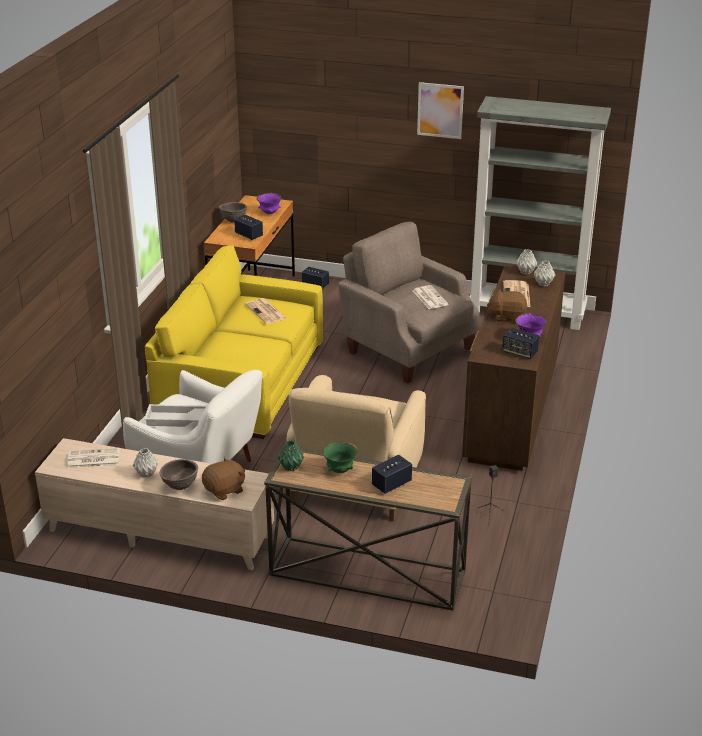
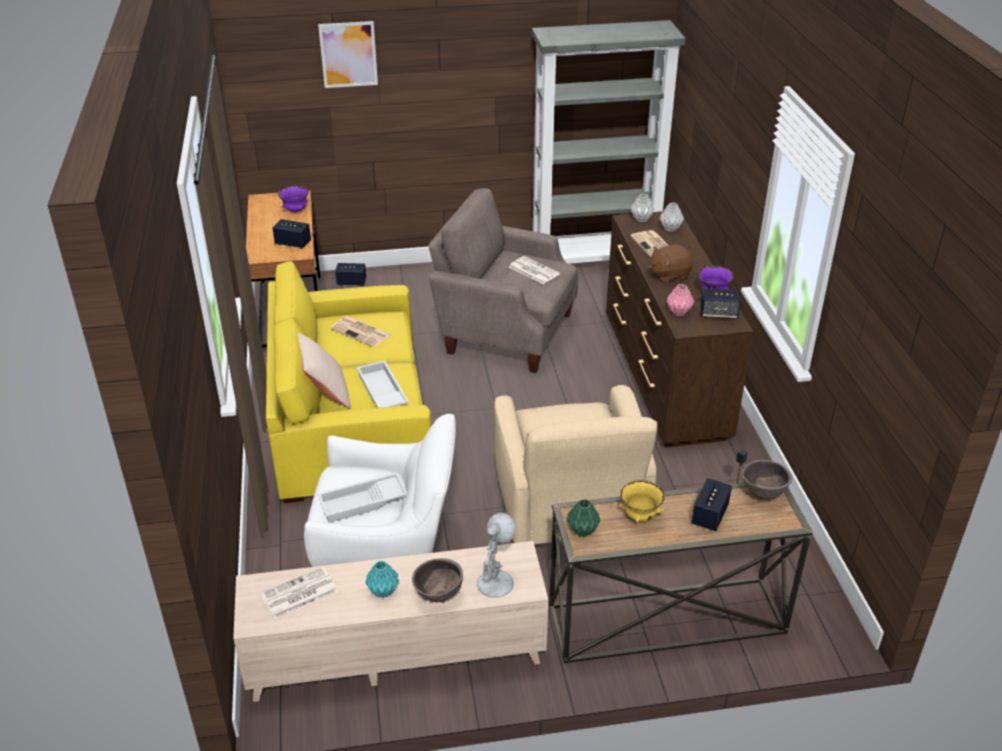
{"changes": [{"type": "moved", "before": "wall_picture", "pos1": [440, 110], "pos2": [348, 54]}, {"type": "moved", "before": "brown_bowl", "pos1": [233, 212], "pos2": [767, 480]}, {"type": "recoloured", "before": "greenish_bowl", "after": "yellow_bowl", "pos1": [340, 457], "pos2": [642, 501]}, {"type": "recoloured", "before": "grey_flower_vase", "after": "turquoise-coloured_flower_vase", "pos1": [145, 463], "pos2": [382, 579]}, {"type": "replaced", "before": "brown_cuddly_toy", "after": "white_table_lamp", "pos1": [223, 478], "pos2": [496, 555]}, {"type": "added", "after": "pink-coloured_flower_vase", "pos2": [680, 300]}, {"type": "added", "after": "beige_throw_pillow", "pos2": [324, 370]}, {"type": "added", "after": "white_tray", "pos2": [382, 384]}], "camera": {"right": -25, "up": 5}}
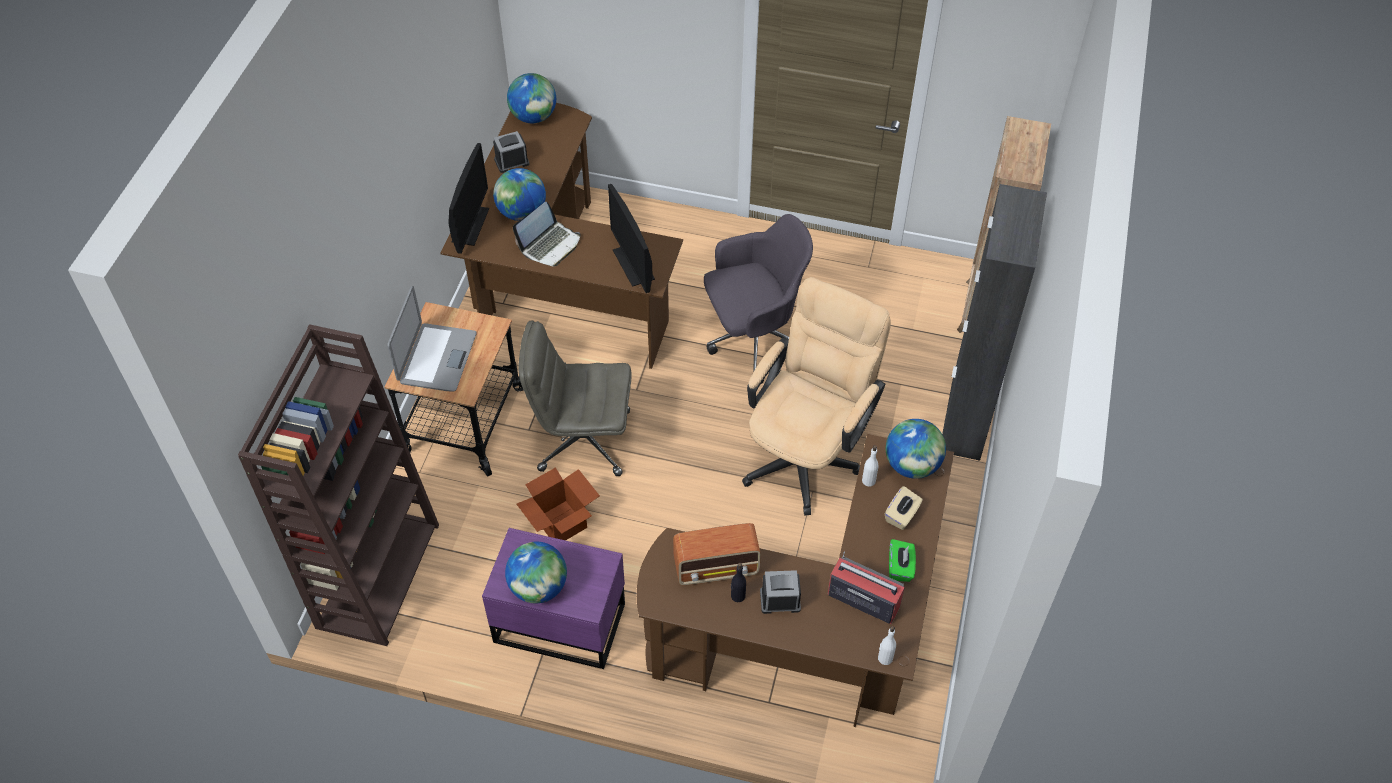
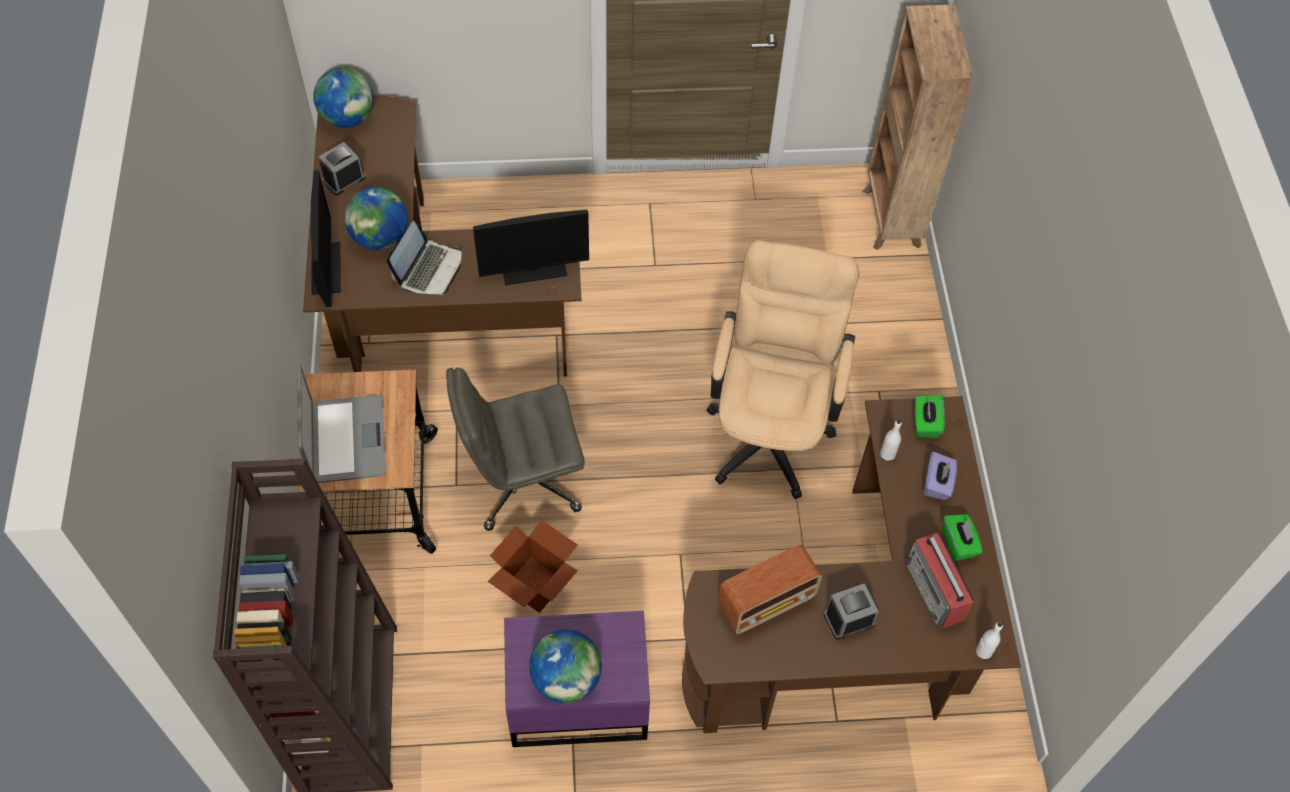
{"changes": [{"type": "turned", "before": "monitor", "pos1": [631, 238], "pos2": [531, 247], "turn": -60}, {"type": "removed", "before": "black-coloured_storage_cabinet", "pos1": [994, 322]}, {"type": "removed", "before": "grey_computer_chair", "pos1": [758, 299]}, {"type": "replaced", "before": "world_globe", "after": "greenish_tissue_holder", "pos1": [916, 449], "pos2": [930, 416]}, {"type": "recoloured", "before": "beige_tissue_holder", "after": "purple_tissue_holder", "pos1": [904, 508], "pos2": [940, 476]}, {"type": "turned", "before": "radio", "pos1": [866, 587], "pos2": [939, 581], "turn": -120}, {"type": "removed", "before": "black-coloured_beverage_bottle", "pos1": [738, 582]}], "camera": {"right": -20, "up": 5}}
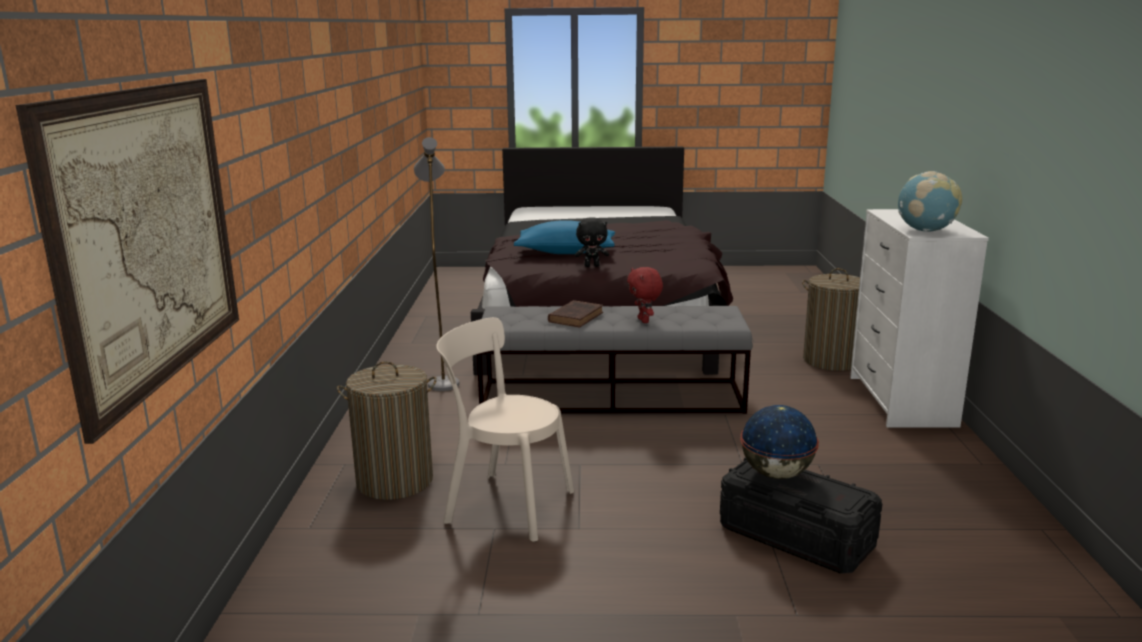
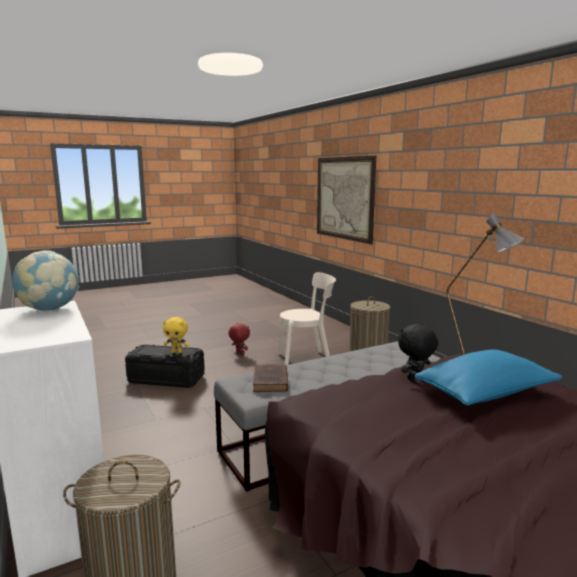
{"changes": [{"type": "moved", "before": "red_cuddly_toy", "pos1": [645, 295], "pos2": [239, 339]}, {"type": "moved", "before": "brown_book", "pos1": [575, 313], "pos2": [270, 378]}, {"type": "replaced", "before": "world_globe", "after": "yellow_cuddly_toy", "pos1": [779, 442], "pos2": [176, 335]}], "camera": {"right": 150, "up": -5}}
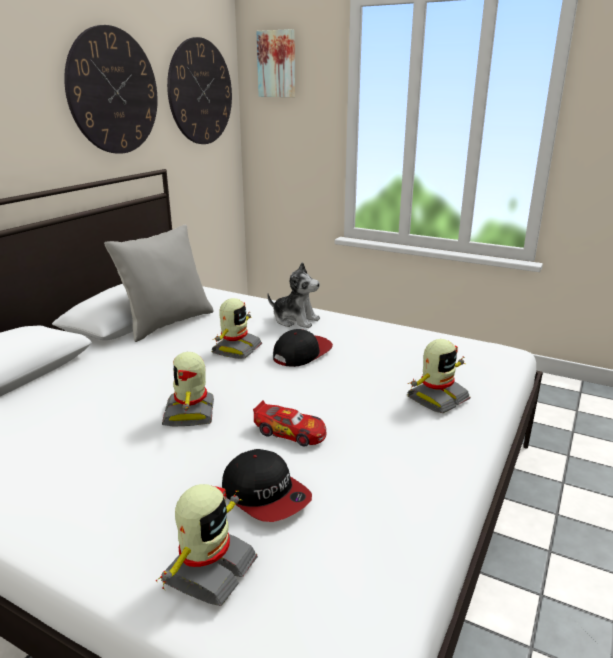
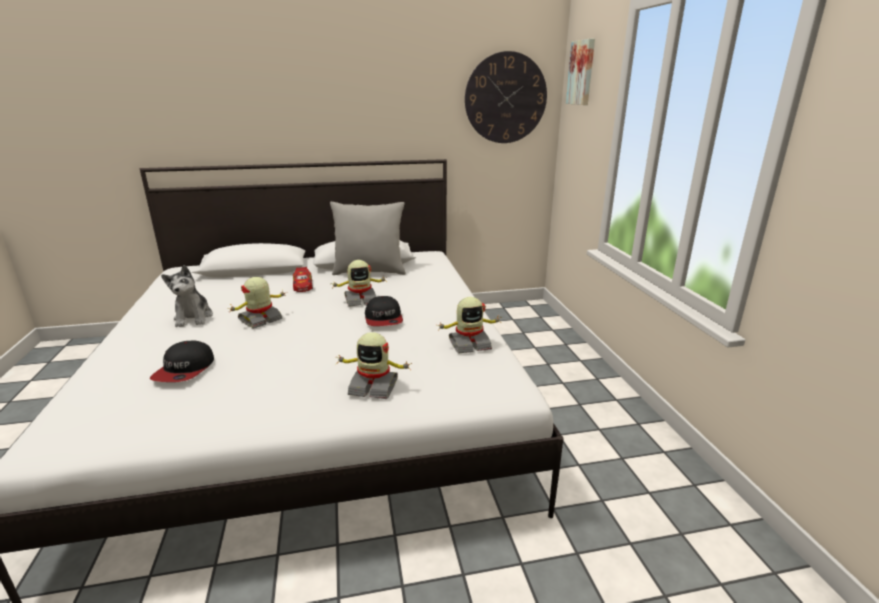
{"changes": [{"type": "removed", "before": "hanging_clock", "pos1": [111, 89]}, {"type": "moved", "before": "cuddly_toy", "pos1": [293, 295], "pos2": [187, 296]}, {"type": "turned", "before": "peaked_cap", "pos1": [303, 348], "pos2": [384, 311], "turn": 75}, {"type": "moved", "before": "model_car", "pos1": [289, 423], "pos2": [303, 279]}, {"type": "moved", "before": "robot_figure", "pos1": [207, 545], "pos2": [468, 325]}], "camera": {"right": 50, "up": 0}}
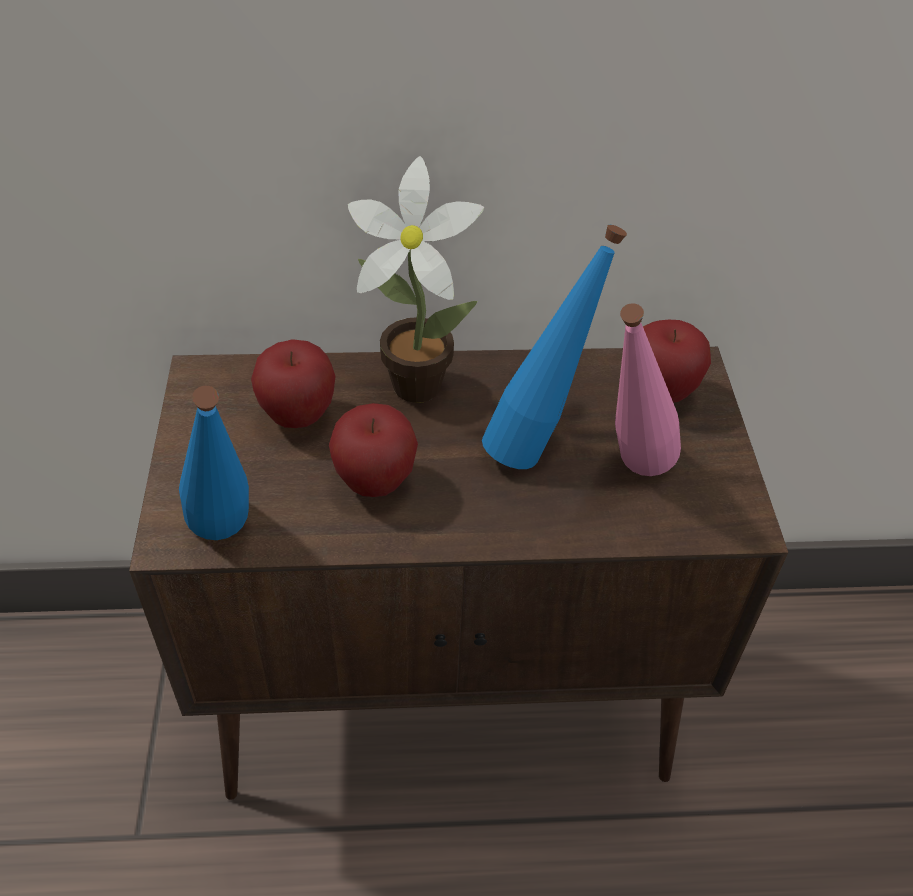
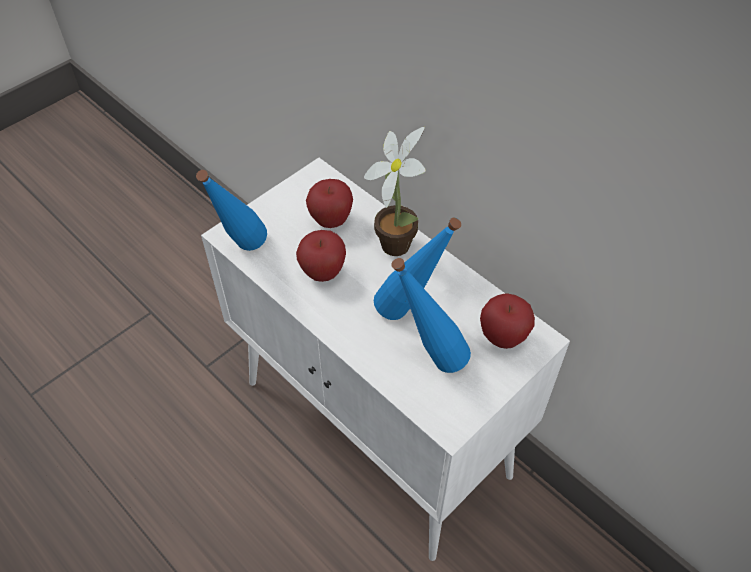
{"changes": [{"type": "recoloured", "before": "pink-coloured_beverage_bottle", "after": "bluish_beverage_bottle", "pos1": [648, 389], "pos2": [431, 315]}, {"type": "recoloured", "before": "brown_storage_cabinet", "after": "white_storage_cabinet", "pos1": [458, 573], "pos2": [385, 359]}], "camera": {"right": 50, "up": 5}}
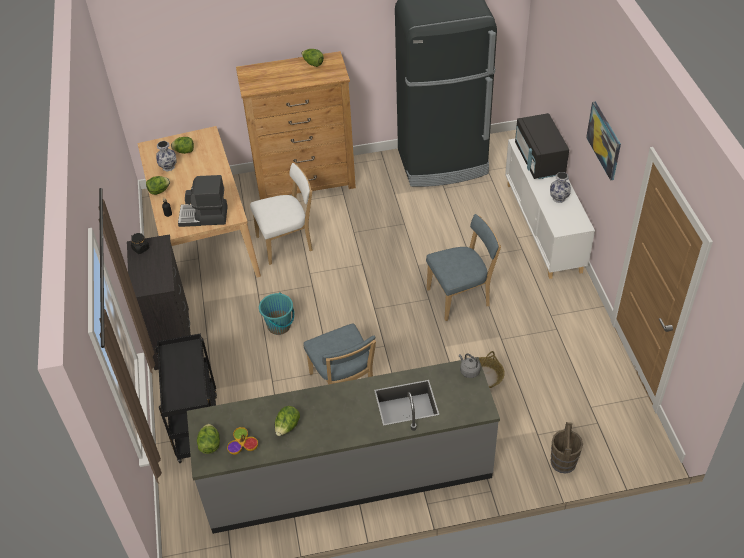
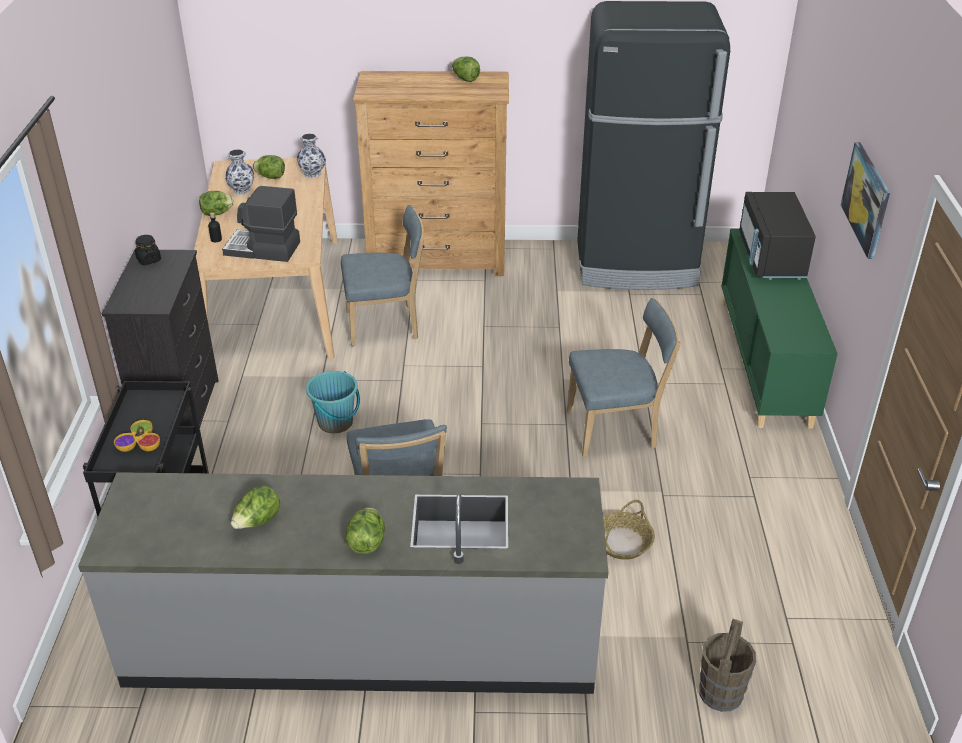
{"changes": [{"type": "recoloured", "before": "white_storage_cabinet", "after": "greenish_storage_cabinet", "pos1": [550, 209], "pos2": [779, 328]}, {"type": "recoloured", "before": "white_upright_chair", "after": "bluish_upright_chair", "pos1": [281, 214], "pos2": [382, 275]}, {"type": "moved", "before": "flower_vase", "pos1": [560, 187], "pos2": [311, 155]}, {"type": "removed", "before": "grey_kettle", "pos1": [470, 366]}, {"type": "moved", "before": "lettuce_head", "pos1": [208, 439], "pos2": [365, 531]}, {"type": "moved", "before": "bowl", "pos1": [242, 441], "pos2": [137, 436]}], "camera": {"right": 10, "up": -10}}
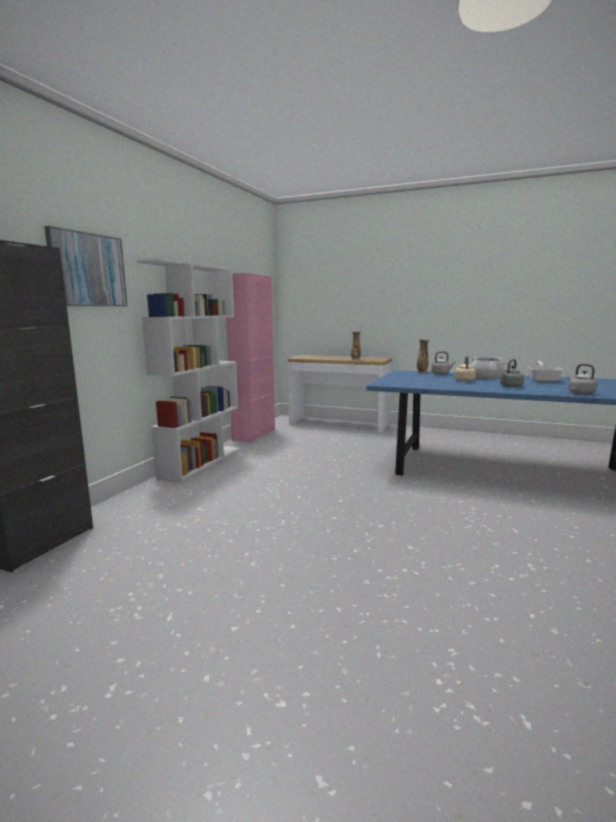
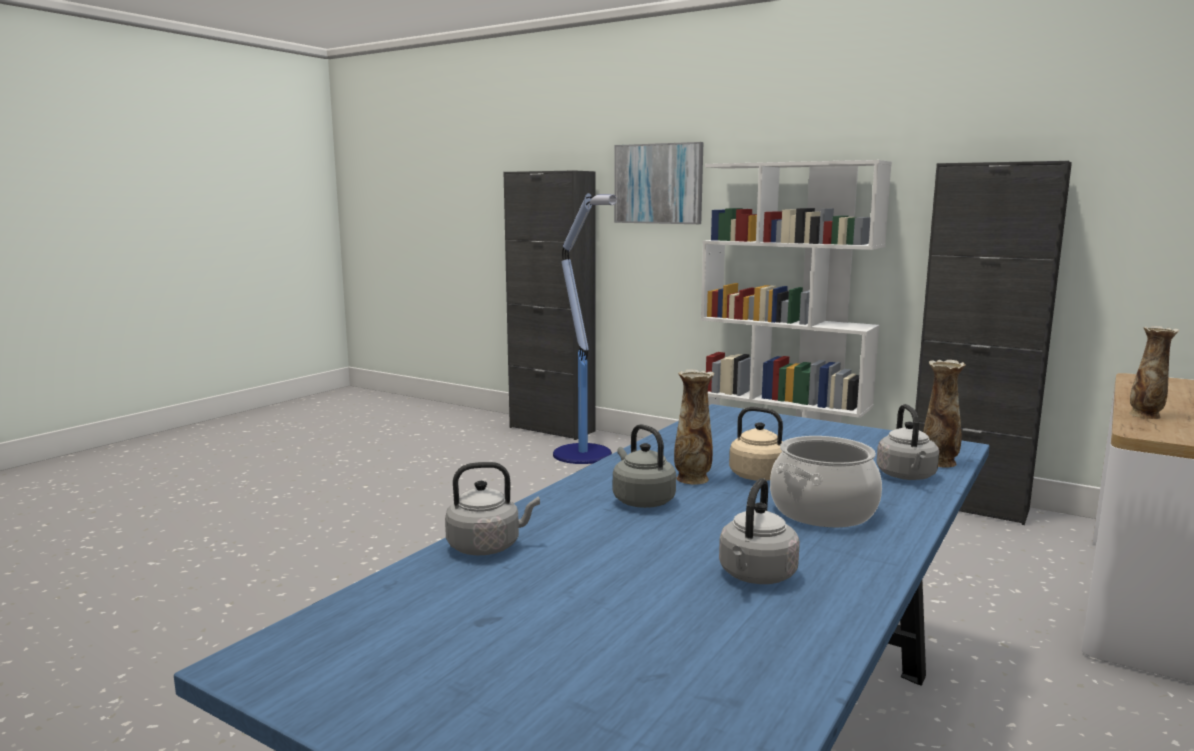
{"changes": [{"type": "recoloured", "before": "pink-coloured_storage_cabinet", "after": "black-coloured_storage_cabinet", "pos1": [250, 358], "pos2": [993, 343]}, {"type": "replaced", "before": "pan", "after": "grey_kettle", "pos1": [545, 371], "pos2": [759, 531]}, {"type": "added", "after": "standard_lamp", "pos2": [585, 328]}, {"type": "added", "after": "flower_vase", "pos2": [694, 426]}], "camera": {"right": 100, "up": 0}}
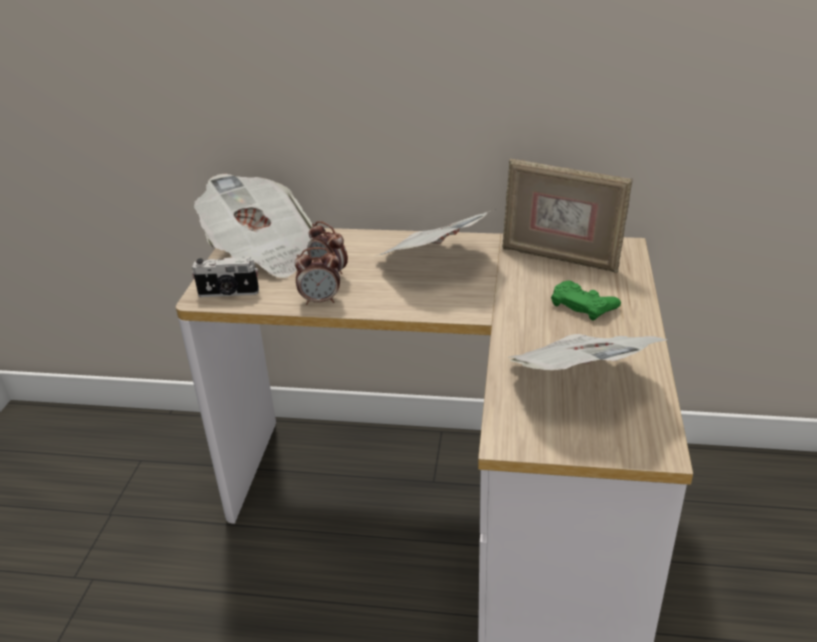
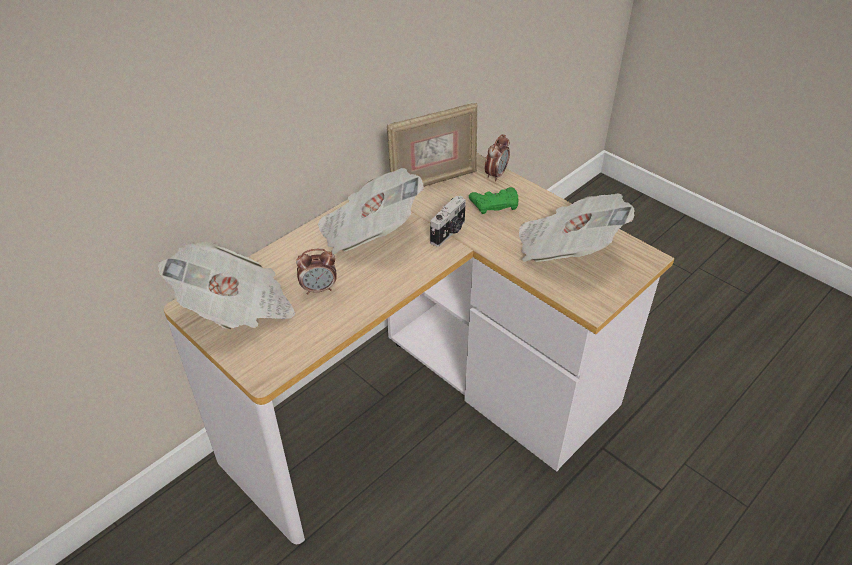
{"changes": [{"type": "moved", "before": "table_clock", "pos1": [317, 276], "pos2": [497, 158]}, {"type": "moved", "before": "photo_camera", "pos1": [225, 277], "pos2": [448, 221]}], "camera": {"right": -55, "up": 10}}
